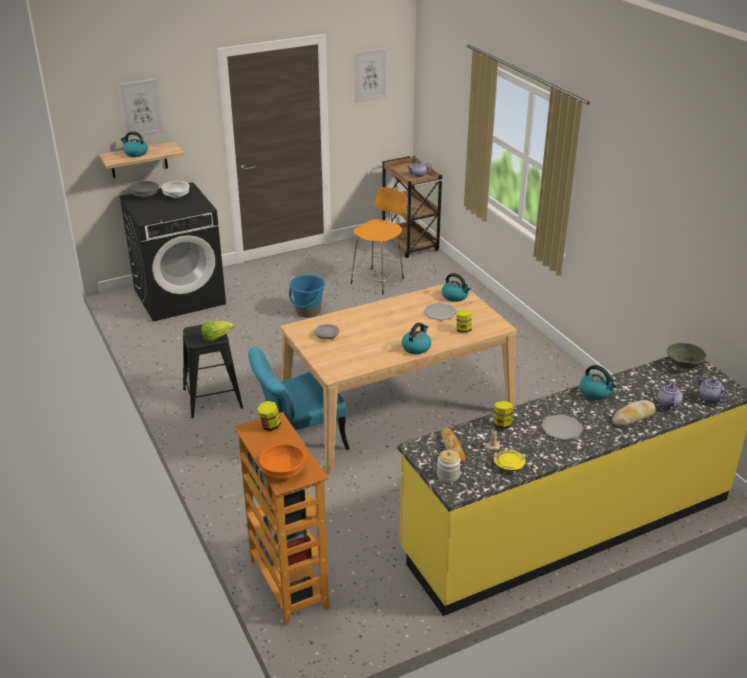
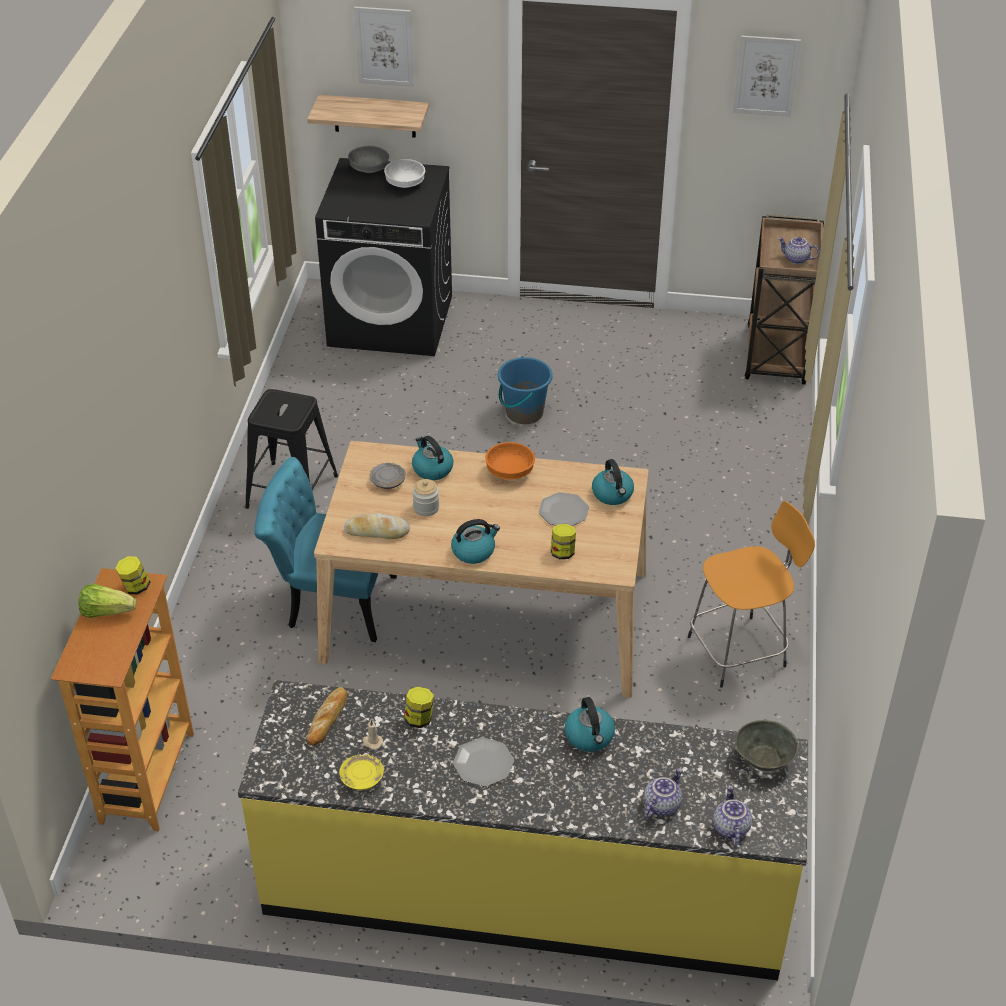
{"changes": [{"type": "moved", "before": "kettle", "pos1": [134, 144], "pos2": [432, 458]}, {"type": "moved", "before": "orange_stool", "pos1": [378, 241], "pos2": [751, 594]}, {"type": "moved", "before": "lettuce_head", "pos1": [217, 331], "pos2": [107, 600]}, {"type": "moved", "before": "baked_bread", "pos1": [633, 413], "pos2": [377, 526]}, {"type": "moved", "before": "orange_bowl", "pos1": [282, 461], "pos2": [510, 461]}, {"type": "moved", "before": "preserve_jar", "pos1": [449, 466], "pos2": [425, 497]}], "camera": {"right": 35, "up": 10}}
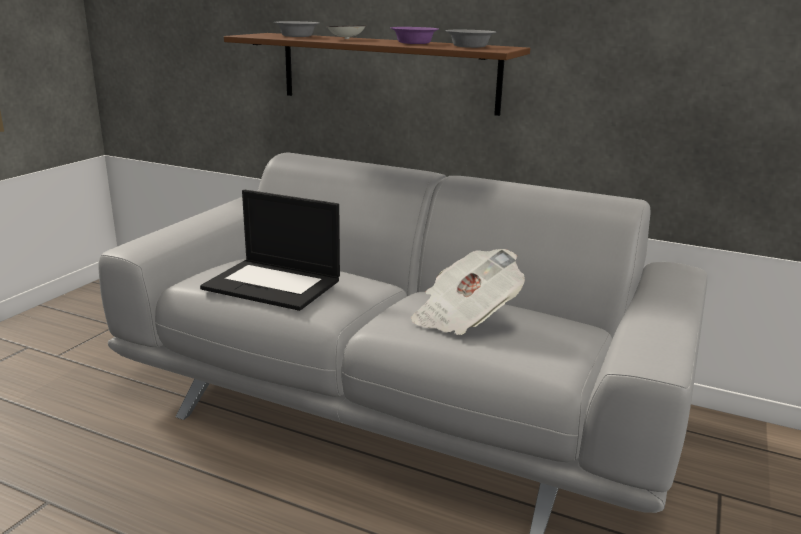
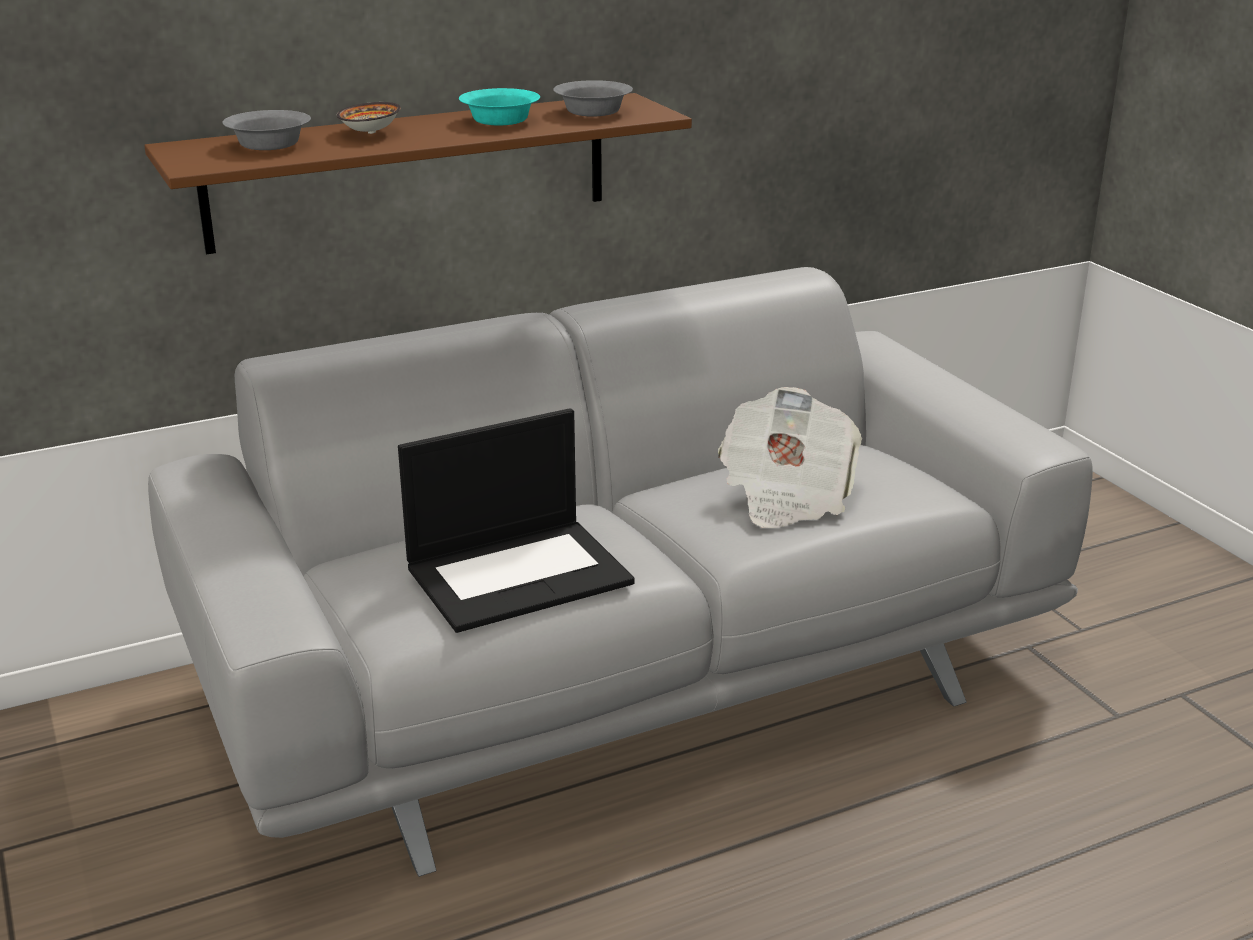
{"changes": [{"type": "recoloured", "before": "purple_bowl", "after": "turquoise-coloured_bowl", "pos1": [414, 35], "pos2": [499, 107]}], "camera": {"right": -50, "up": 5}}
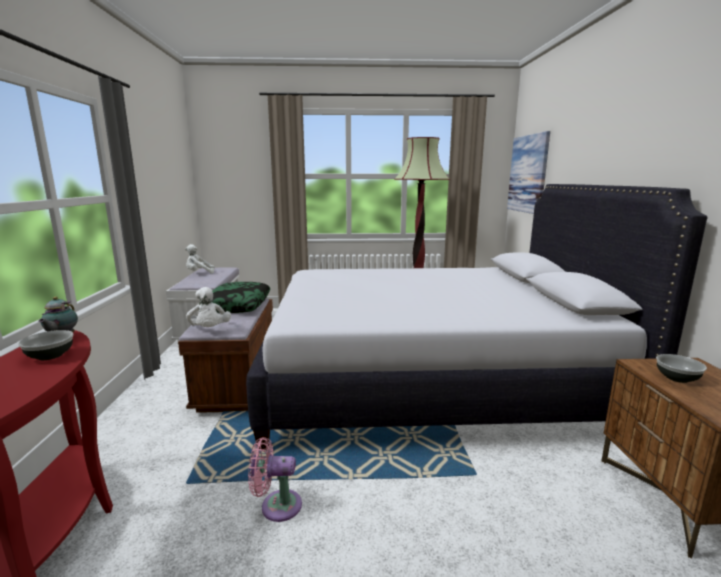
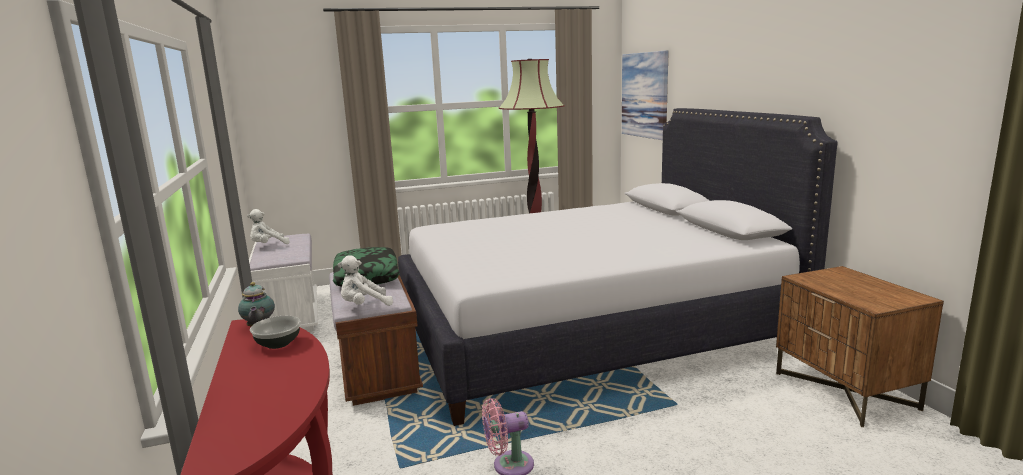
{"changes": [{"type": "turned", "before": "white_cuddly_toy", "pos1": [208, 307], "pos2": [365, 280], "turn": 105}, {"type": "removed", "before": "bowl", "pos1": [681, 368]}], "camera": {"right": -15, "up": 0}}
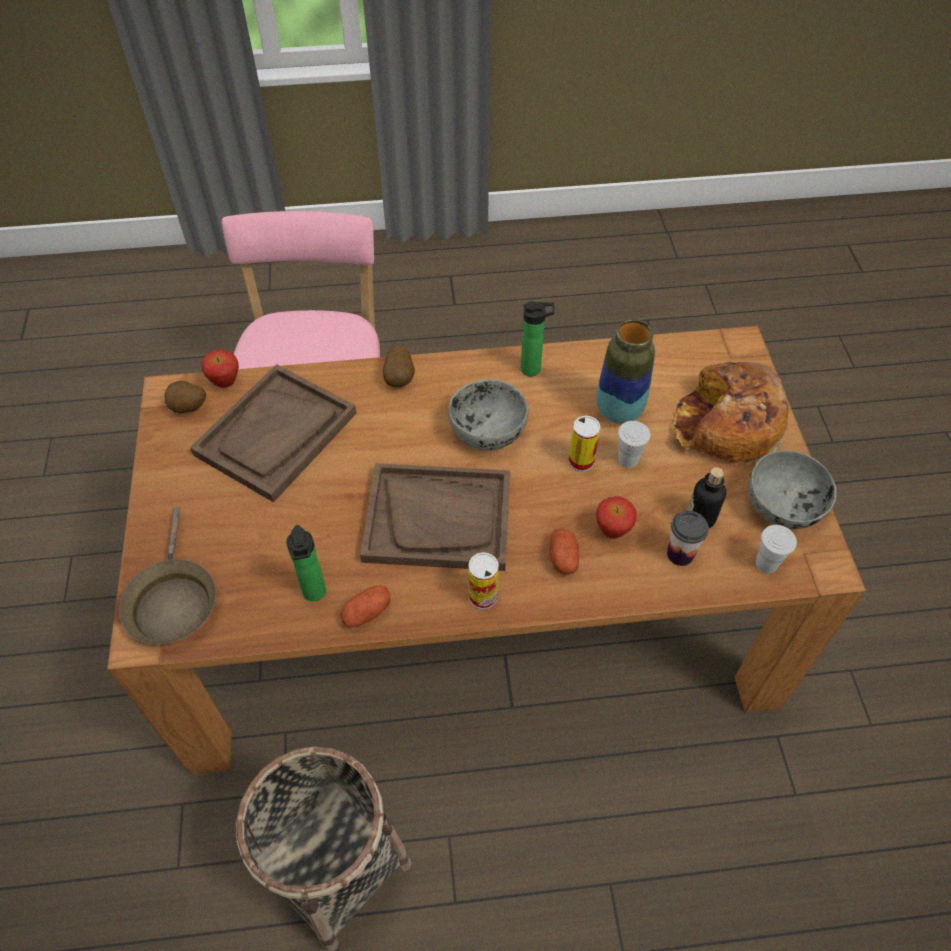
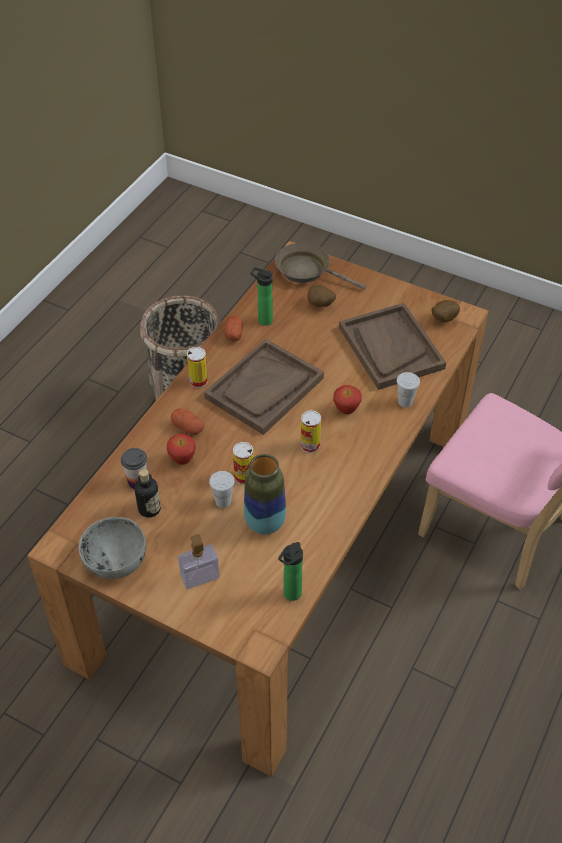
{"changes": [{"type": "moved", "before": "beverage_bottle", "pos1": [538, 338], "pos2": [290, 571]}, {"type": "moved", "before": "whole_potato", "pos1": [399, 366], "pos2": [321, 296]}, {"type": "moved", "before": "apple", "pos1": [220, 368], "pos2": [347, 399]}, {"type": "replaced", "before": "baked_bread", "after": "soap_bottle", "pos1": [730, 412], "pos2": [199, 561]}, {"type": "replaced", "before": "grey_bowl", "after": "sealed_can", "pos1": [488, 414], "pos2": [311, 431]}, {"type": "moved", "before": "white_small_cup", "pos1": [776, 549], "pos2": [408, 390]}], "camera": {"right": 125, "up": -5}}
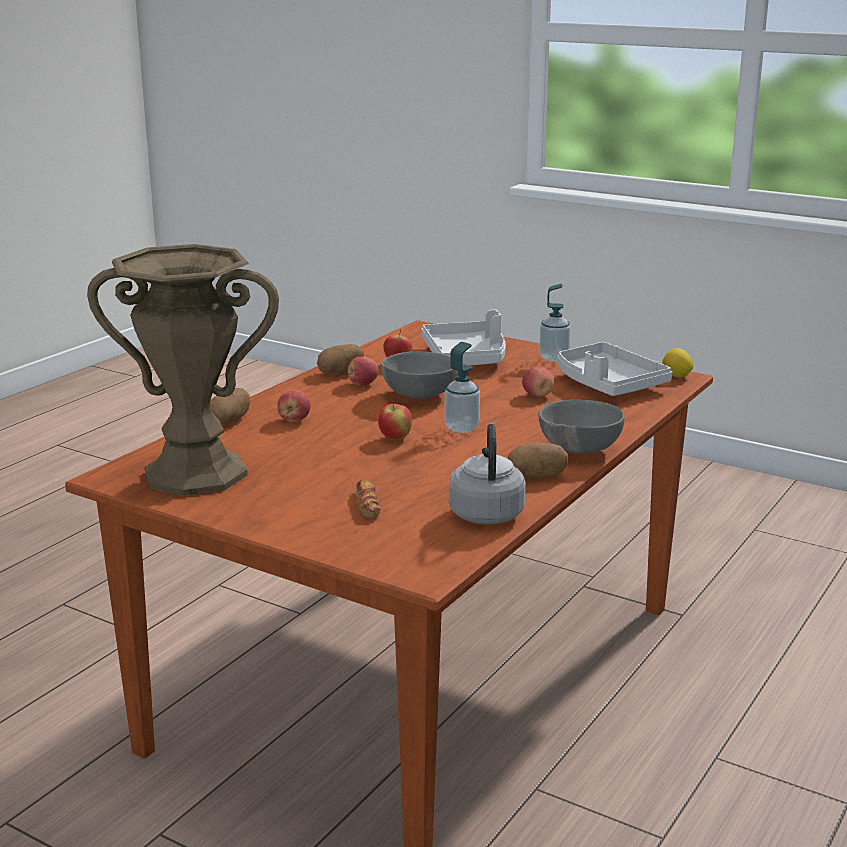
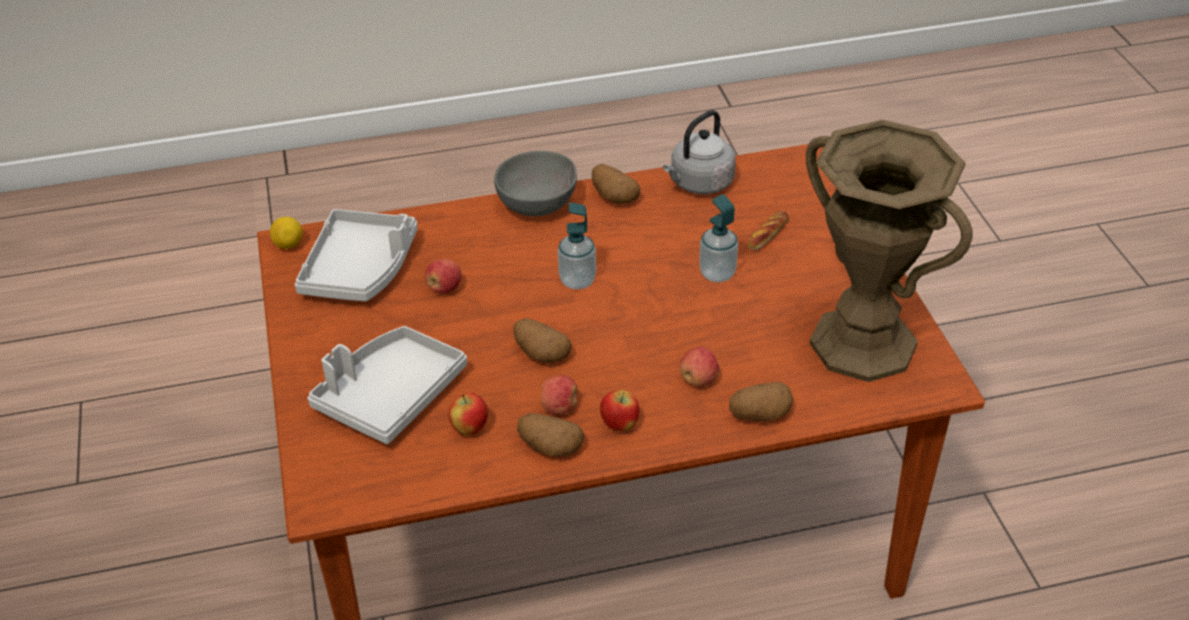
{"changes": [{"type": "moved", "before": "soap_bottle", "pos1": [555, 323], "pos2": [718, 238]}, {"type": "replaced", "before": "grey_bowl", "after": "whole_potato", "pos1": [419, 375], "pos2": [542, 340]}, {"type": "moved", "before": "apple", "pos1": [395, 420], "pos2": [619, 410]}], "camera": {"right": -135, "up": 20}}
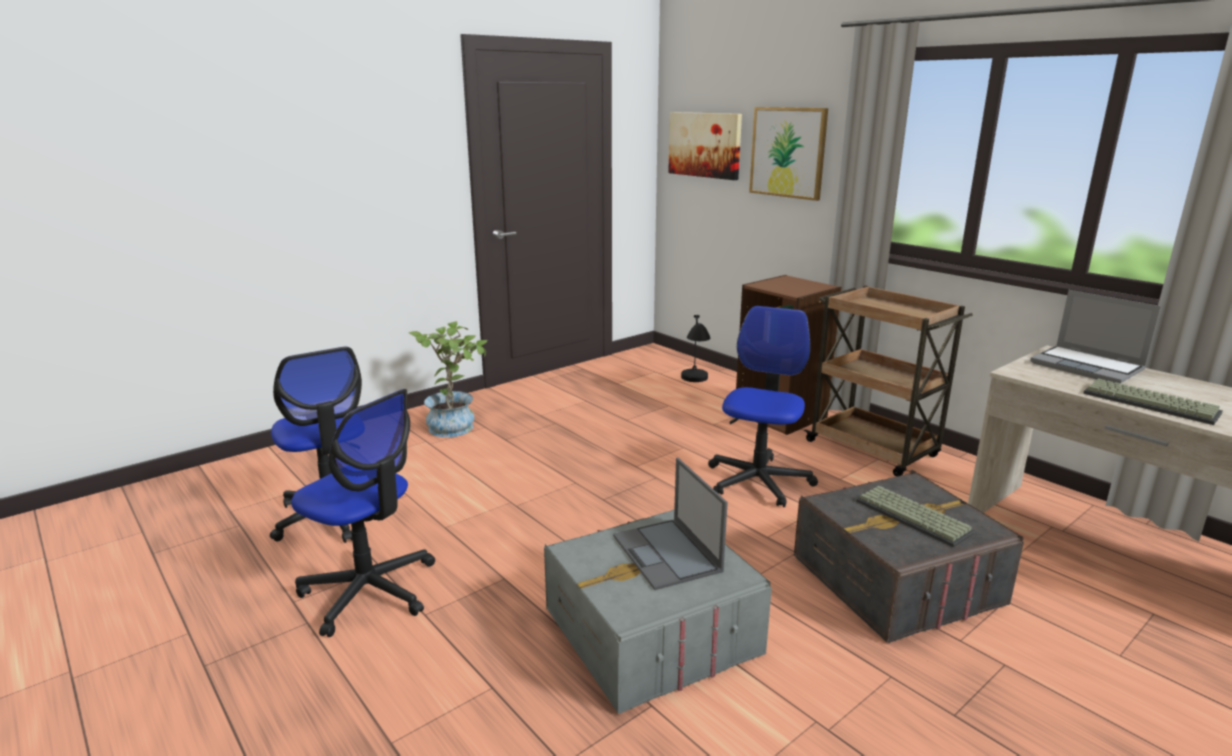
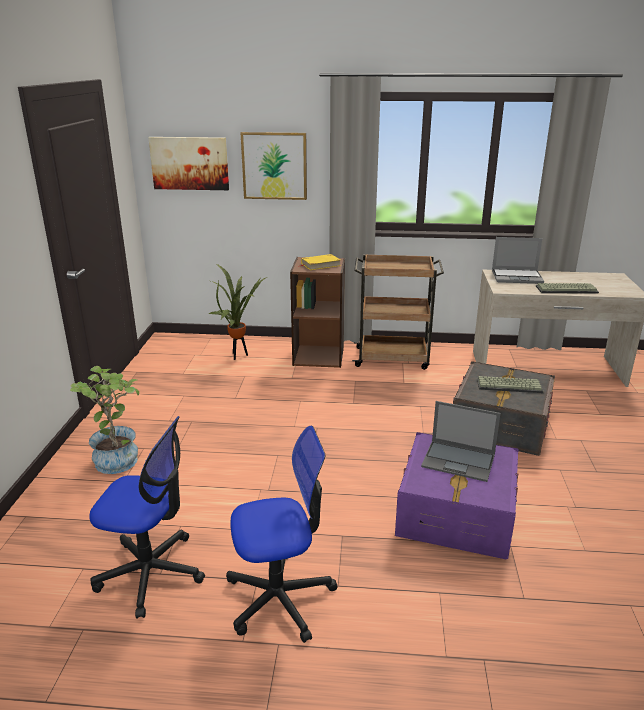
{"changes": [{"type": "removed", "before": "computer_chair", "pos1": [763, 406]}, {"type": "replaced", "before": "black-coloured_table_lamp", "after": "plant_in_a_pot", "pos1": [695, 348], "pos2": [237, 312]}, {"type": "recoloured", "before": "grey_storage_container", "after": "purple_storage_container", "pos1": [658, 612], "pos2": [457, 496]}, {"type": "added", "after": "yellow_book", "pos2": [319, 262]}], "camera": {"right": -45, "up": 5}}
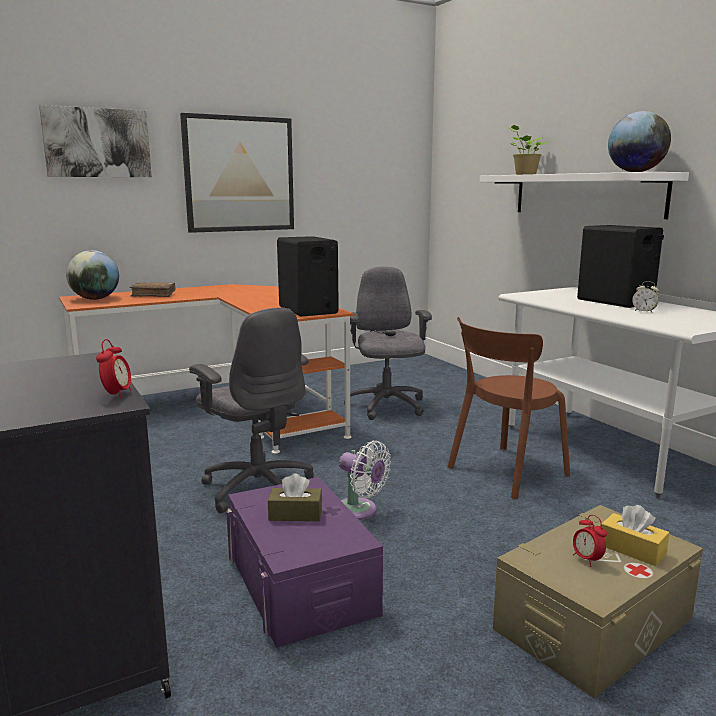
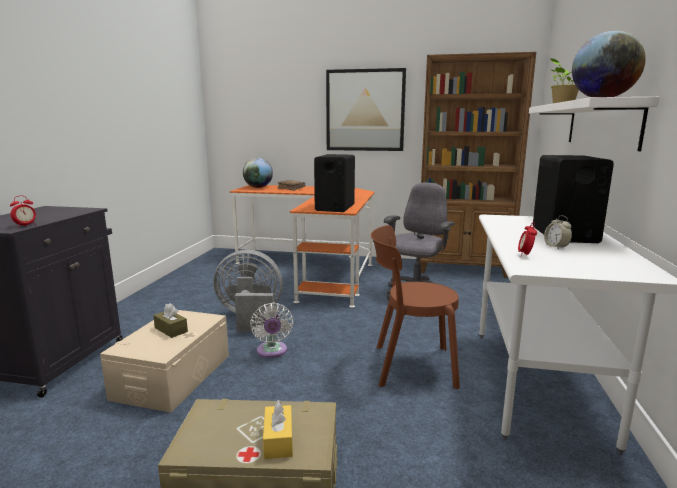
{"changes": [{"type": "removed", "before": "wall_picture", "pos1": [95, 141]}, {"type": "replaced", "before": "grey_computer_chair", "after": "grey_cooling_fan", "pos1": [251, 410], "pos2": [248, 291]}, {"type": "recoloured", "before": "purple_storage_container", "after": "beige_storage_container", "pos1": [304, 562], "pos2": [164, 361]}, {"type": "moved", "before": "table_clock", "pos1": [590, 541], "pos2": [527, 239]}, {"type": "added", "after": "brown_bookcase", "pos2": [477, 165]}], "camera": {"right": 40, "up": 0}}
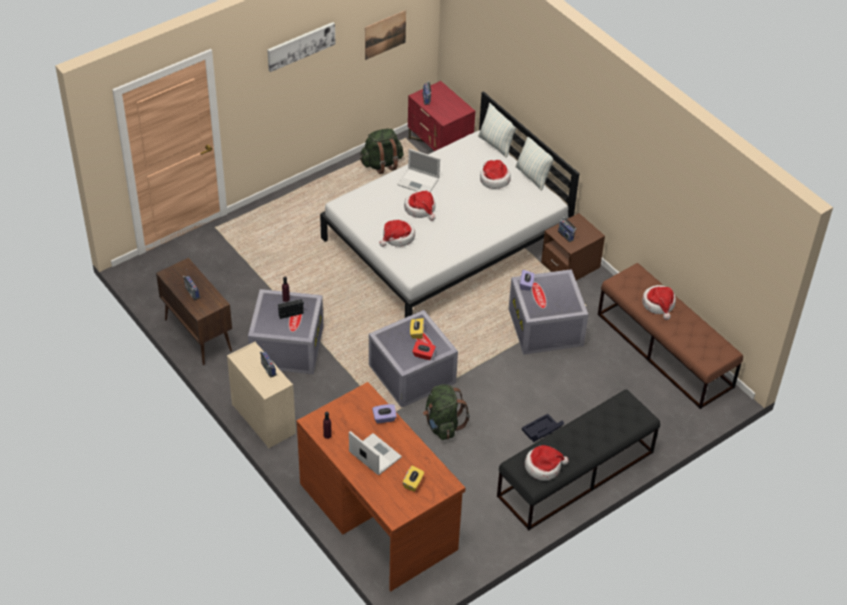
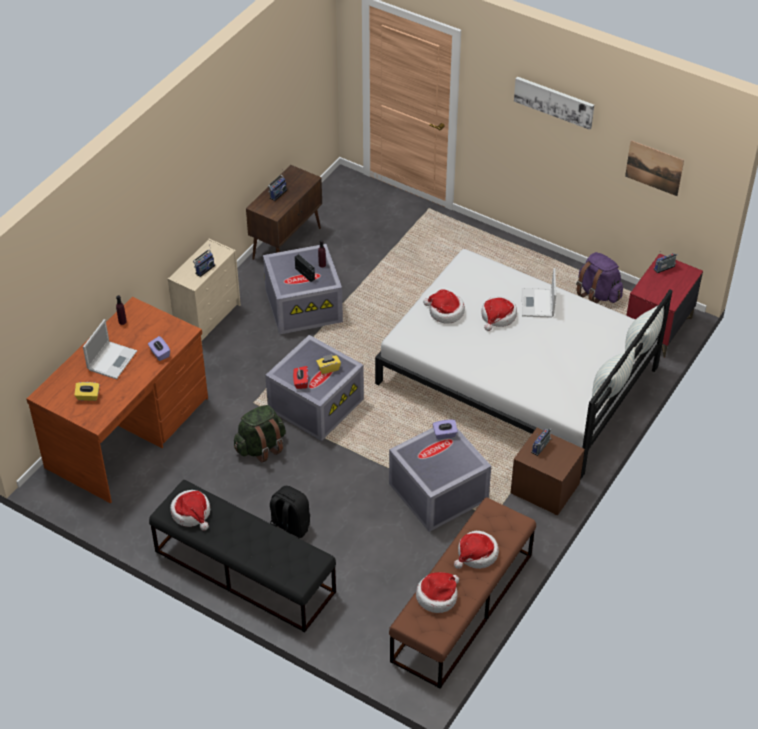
{"changes": [{"type": "recoloured", "before": "greenish_knapsack", "after": "purple_knapsack", "pos1": [382, 151], "pos2": [599, 277]}, {"type": "moved", "before": "hat", "pos1": [495, 174], "pos2": [437, 592]}, {"type": "replaced", "before": "black-coloured_storage_container", "after": "black-coloured_knapsack", "pos1": [543, 428], "pos2": [290, 512]}], "camera": {"right": 70, "up": 0}}
